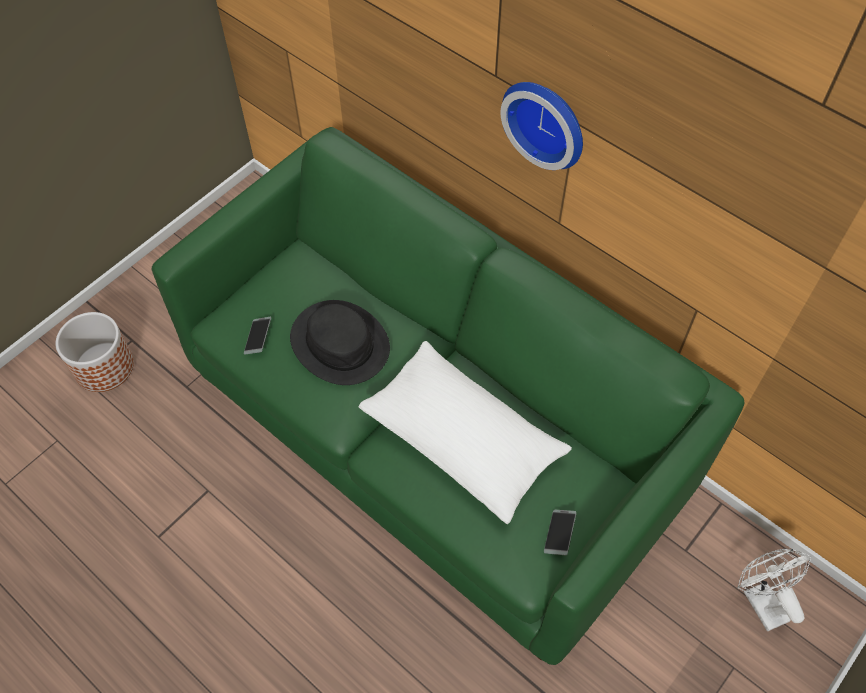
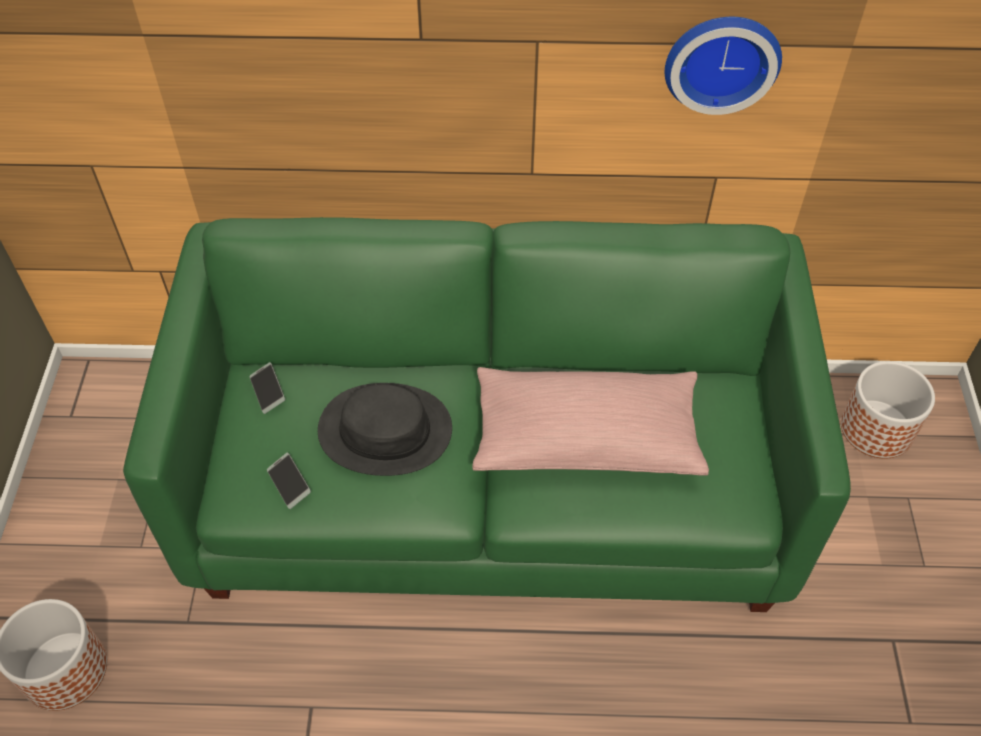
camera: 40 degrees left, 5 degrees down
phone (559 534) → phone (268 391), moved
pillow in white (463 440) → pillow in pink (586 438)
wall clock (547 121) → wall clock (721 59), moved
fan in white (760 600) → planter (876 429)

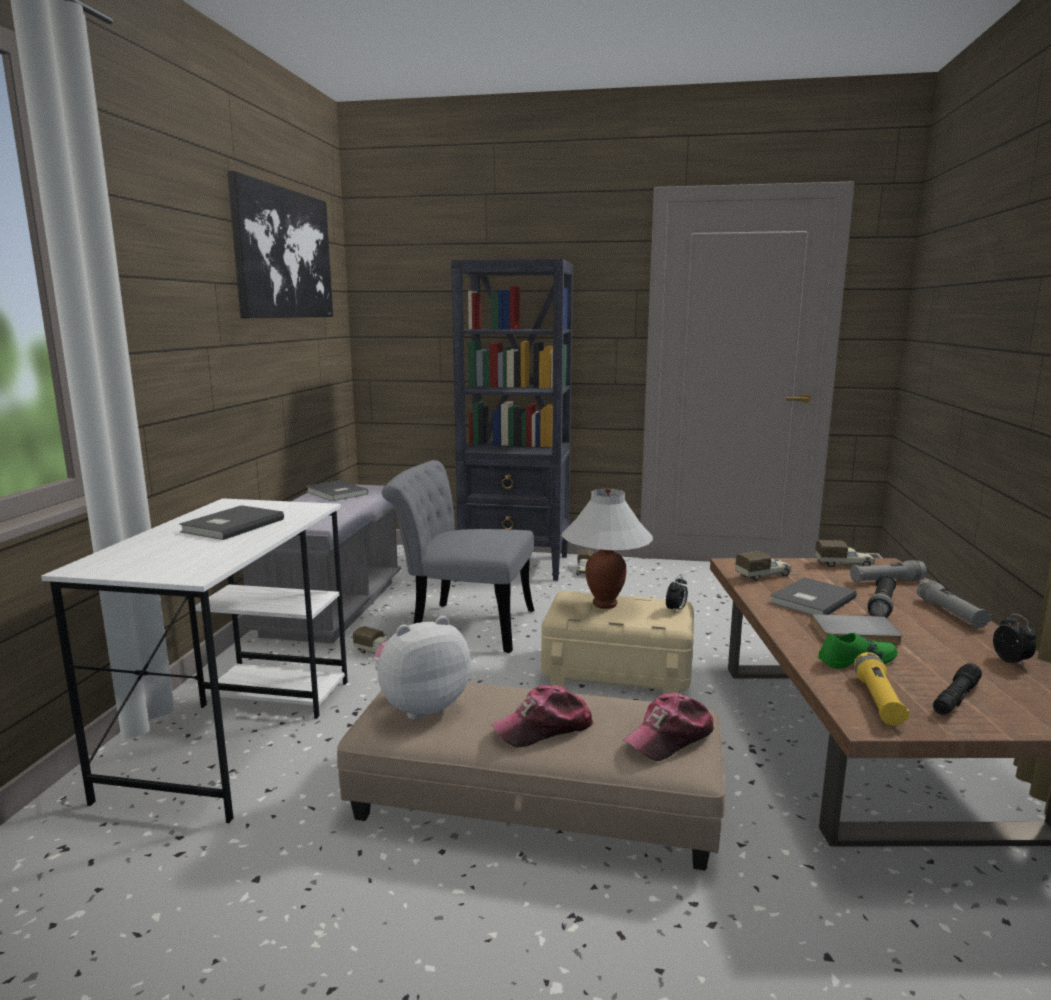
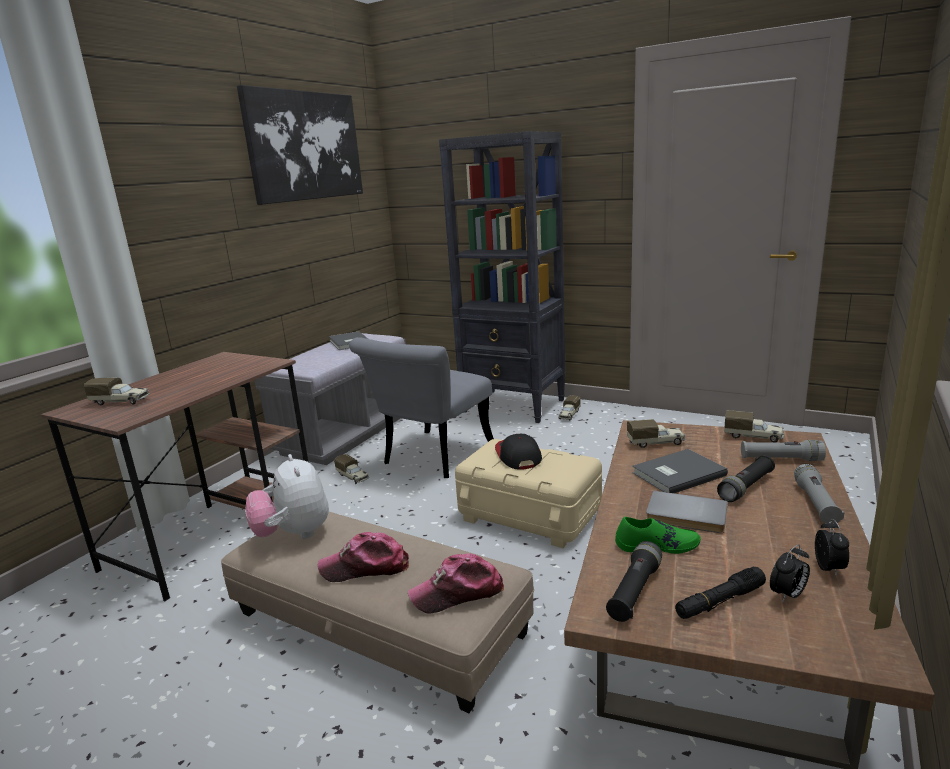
camera: 20 degrees right, 5 degrees up
desk in white (237 733) → desk in brown (215 531)
- → toy truck (121 401)
plush toy (421 706) → plush toy (294 534), 105 degrees counterclockwise
chair in grey (462 625) → chair in grey (432 458), 90 degrees counterclockwise
table lamp in white (605 604) → cap (517 455)
flashlight in yellow (878 700) → flashlight in black (634 591)
alarm clock (676 610) → alarm clock (787 595), moved
book in grey (230 525) → -

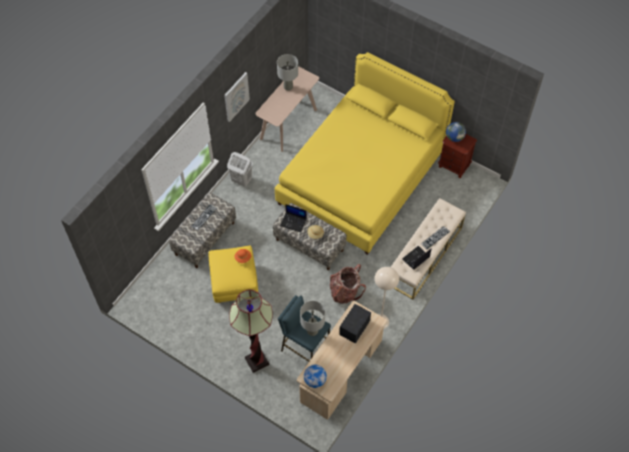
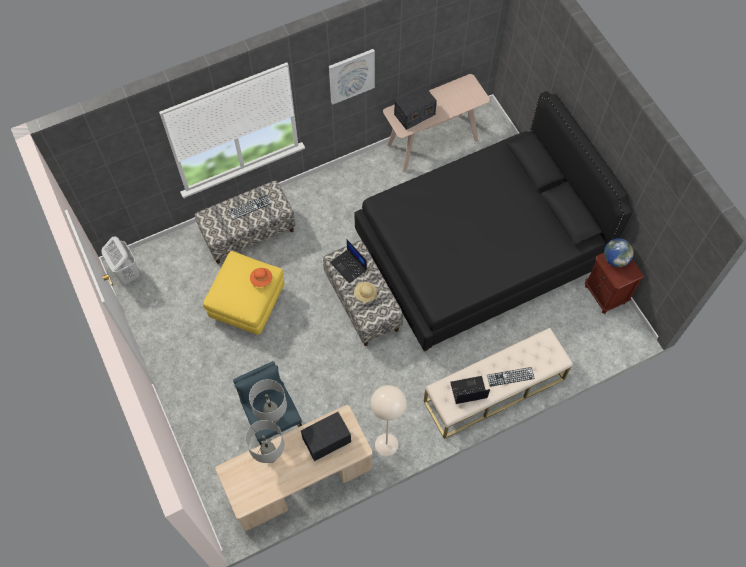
camera: 30 degrees right, 5 degrees up
laundry basket in white (241 180) → laundry basket in white (127 273), moved
table lamp in grey (288 87) → table lamp in grey (270 456), moved
bed in yellow (361 177) → bed in black (479 250)
- → radio (414 114)
floor lamp (257 361) → -
globe (315 380) → -
backpack (345 292) → -

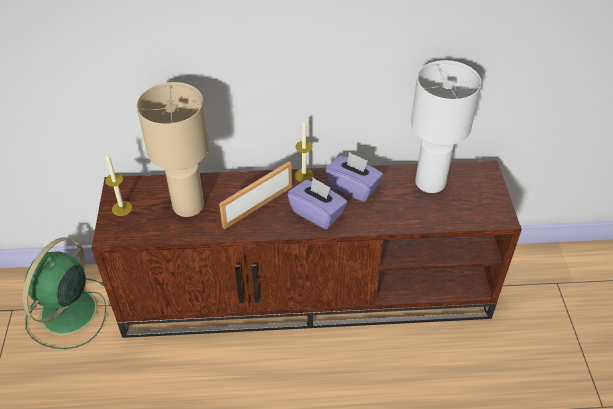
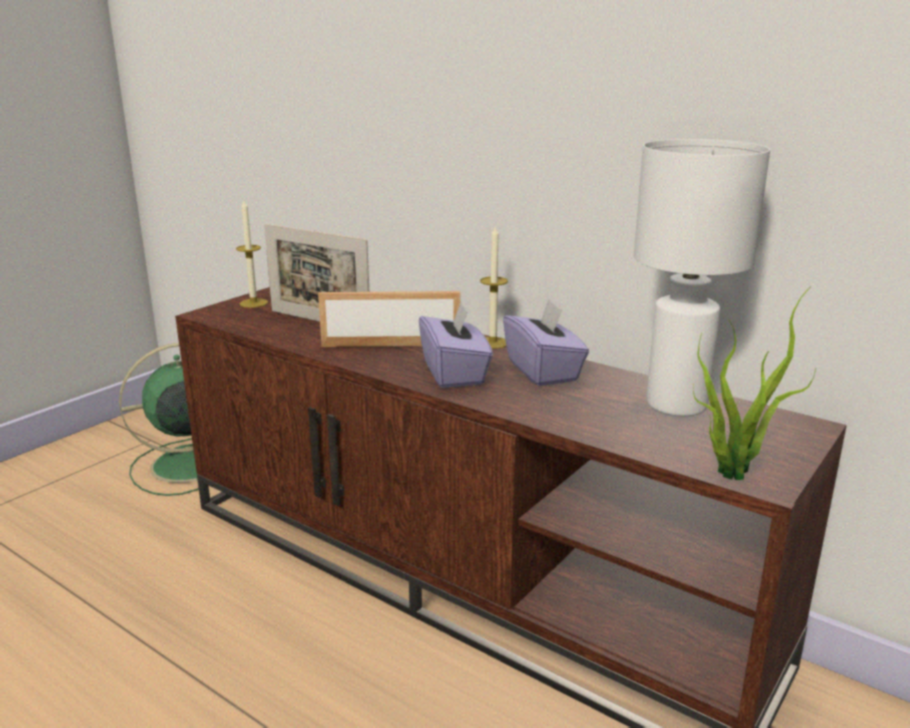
camera: 40 degrees right, 25 degrees down
table lamp in beige (189 205) → picture frame (319 321)
- → potted plant (731 469)

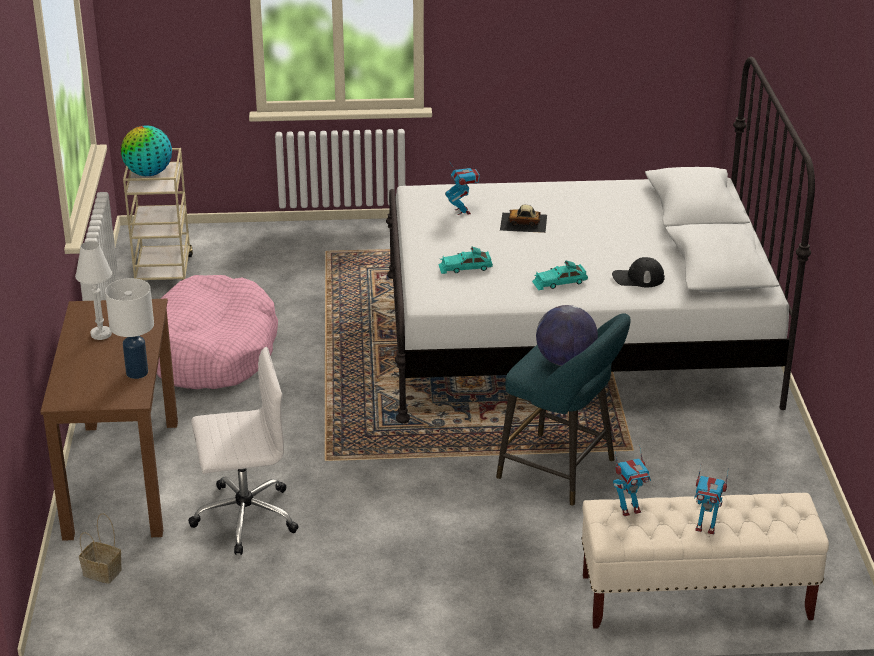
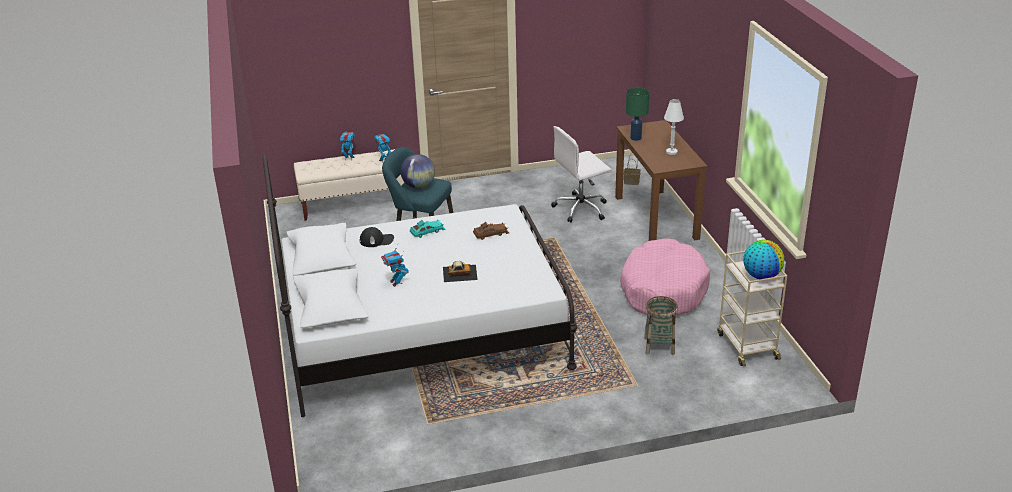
camera: 170 degrees right, 0 degrees up
toy robot (462 211) → toy robot (396 282), moved
toy car in turquoise (465 267) → toy car in brown (491 234)
table lamp in white (138 372) → table lamp in green (635 138)
- → basket (659 346)

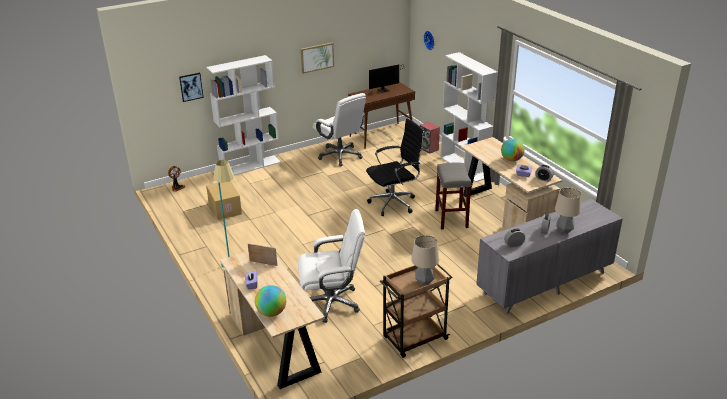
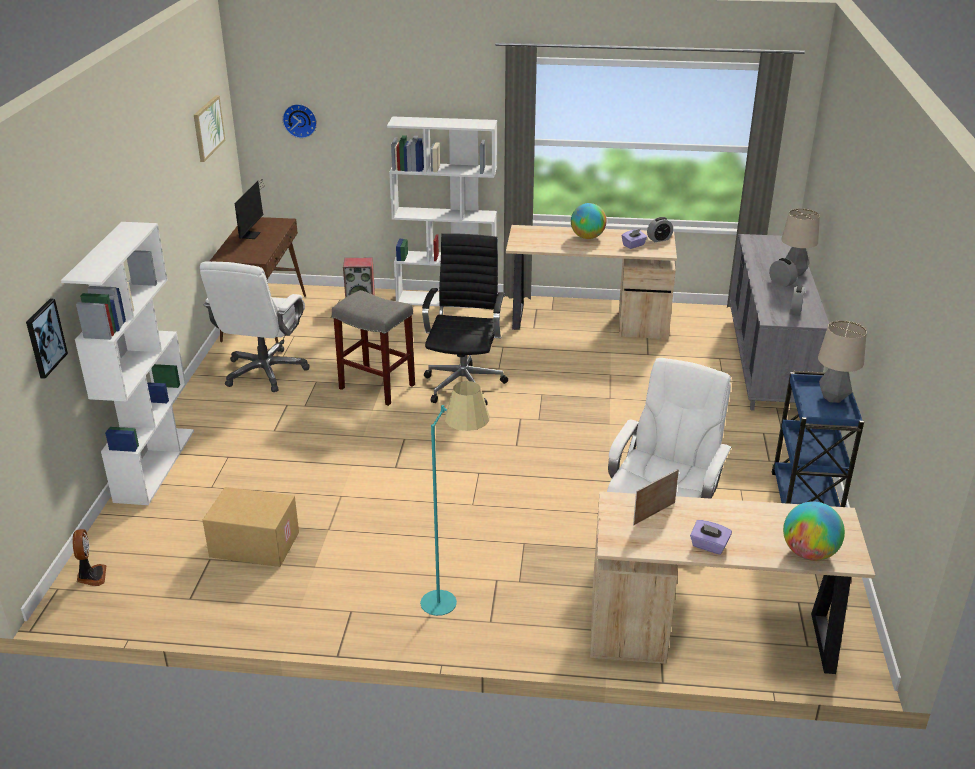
camera: 55 degrees left, 0 degrees up
picture (317 57) → picture (208 128), moved
office chair in white (340 156) → office chair in white (265 372), 105 degrees clockwise
stool in grey (451 218) → stool in grey (376 386), moved
cart in brown (414 339) → cart in blue (805 501)

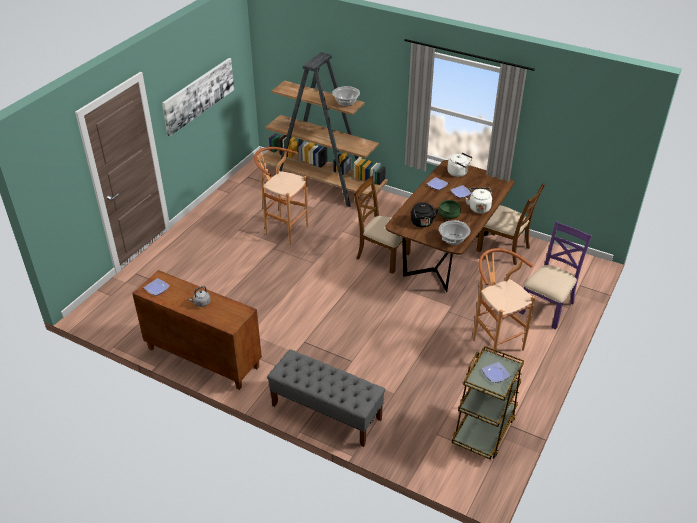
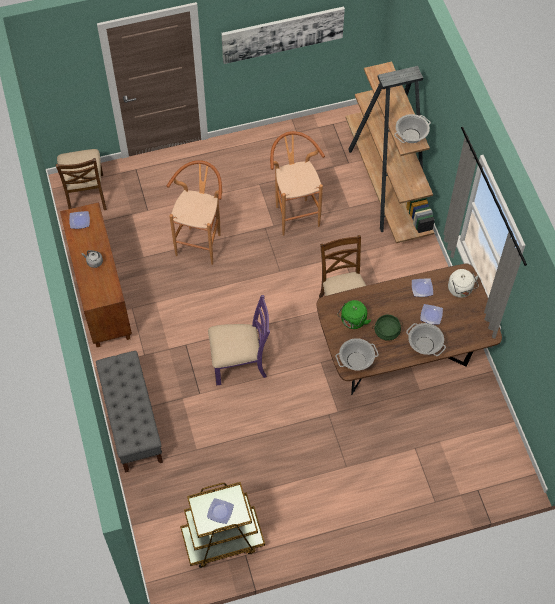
camera: 45 degrees right, 20 degrees up
chair in brown (504 249) → chair in brown (85 194), moved
stool in brown (494 342) → stool in brown (201 241), moved
chair in purple (548 307) → chair in purple (239 362), moved
kettle in black (422 223) → kettle in green (353 321)
kettle in white (479 207) → cooking pot (425 345)

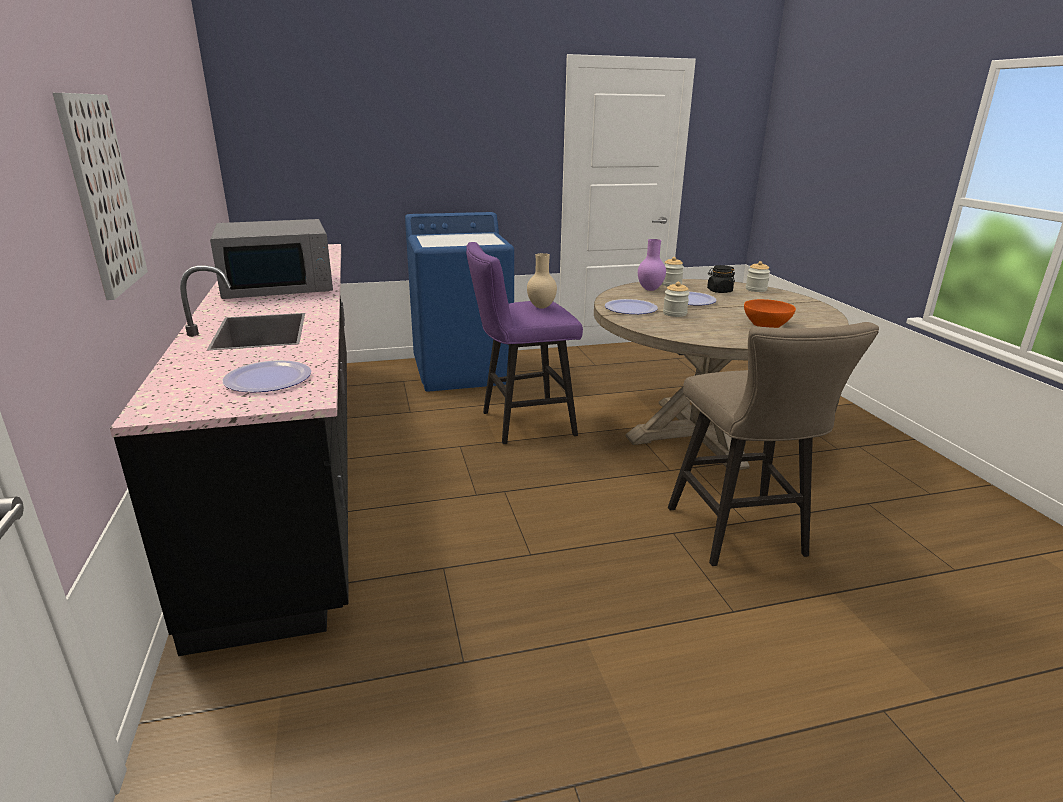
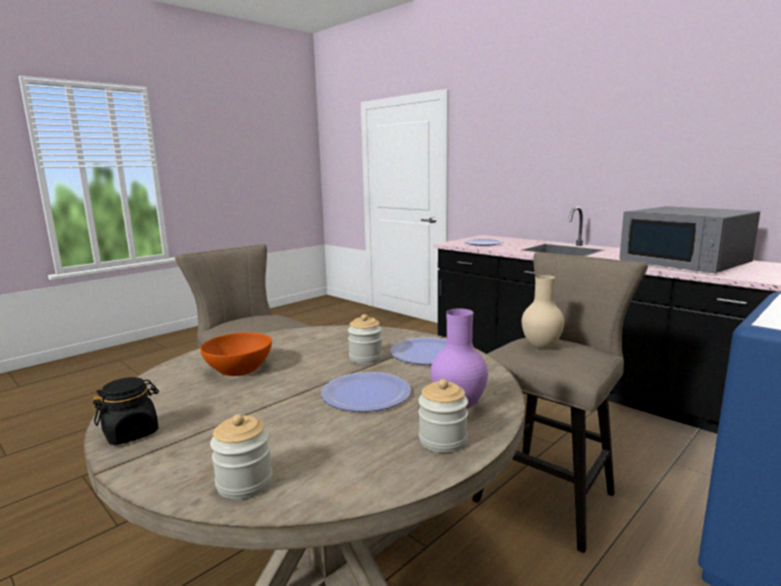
camera: 150 degrees right, 10 degrees down
jar in black (719 291) → jar in black (131 433), moved
stool in purple (521 424) → stool in beige (551 494)
microwave in grey (279 285) → microwave in grey (685 263), 75 degrees counterclockwise
picture (102 194) → -

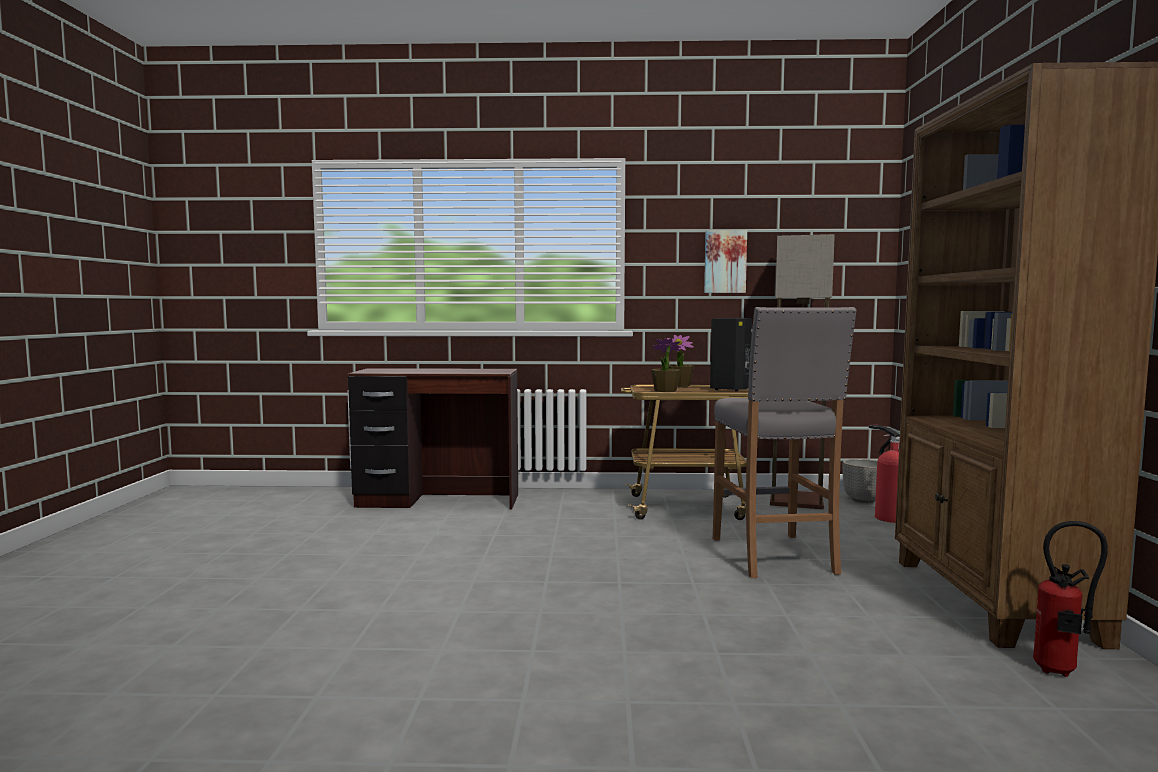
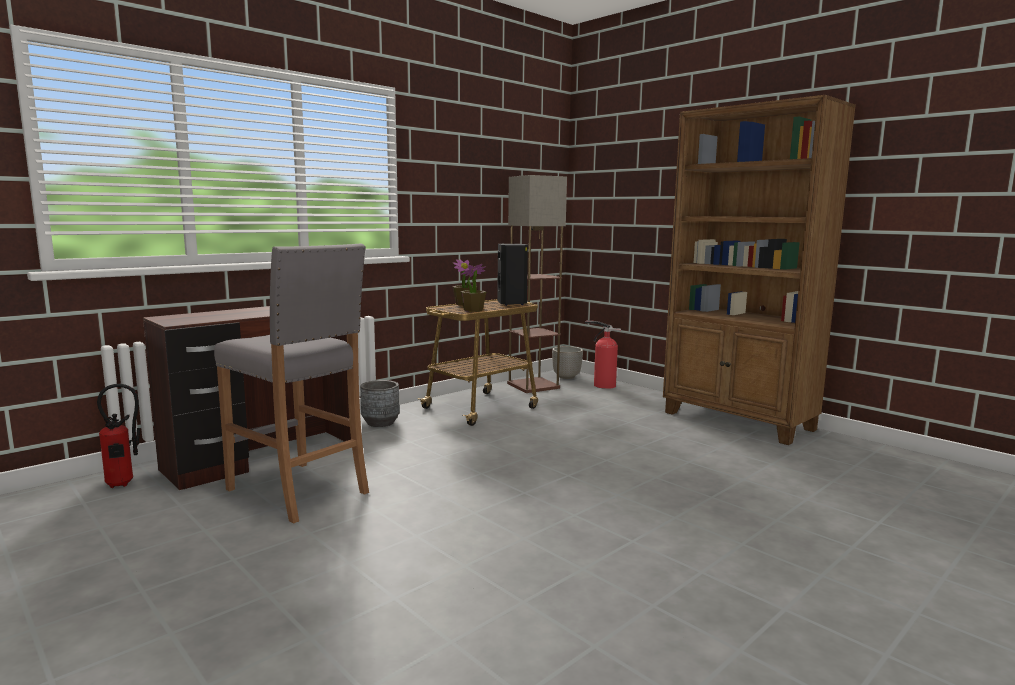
camera: 45 degrees left, 5 degrees up
fire extinguisher (1062 672) → fire extinguisher (124 484), moved
stool in grey (773 556) → stool in grey (298 491), moved
- → planter in grey (380 423)
picture (725 262) → -

